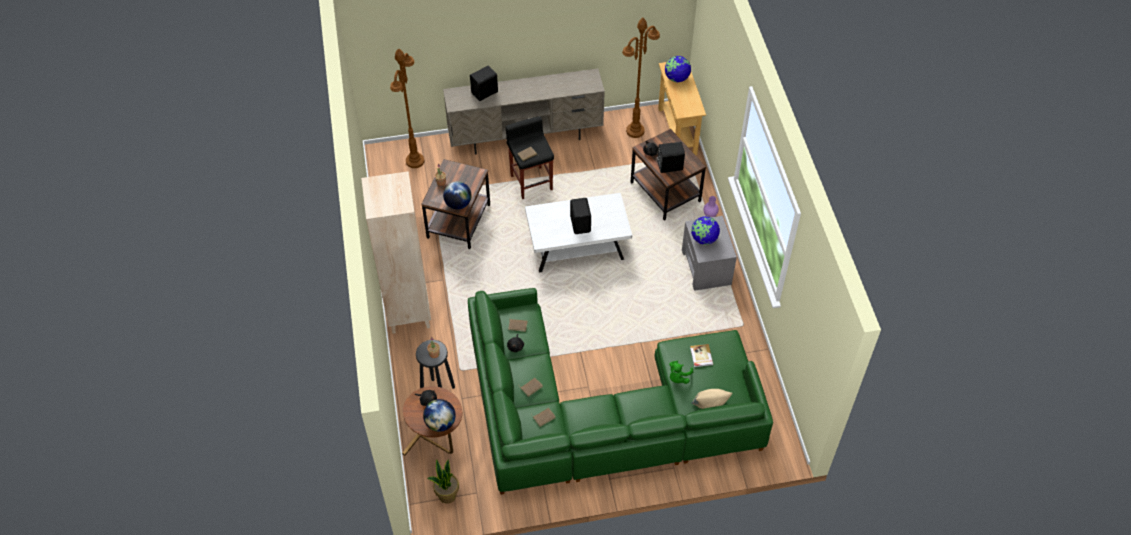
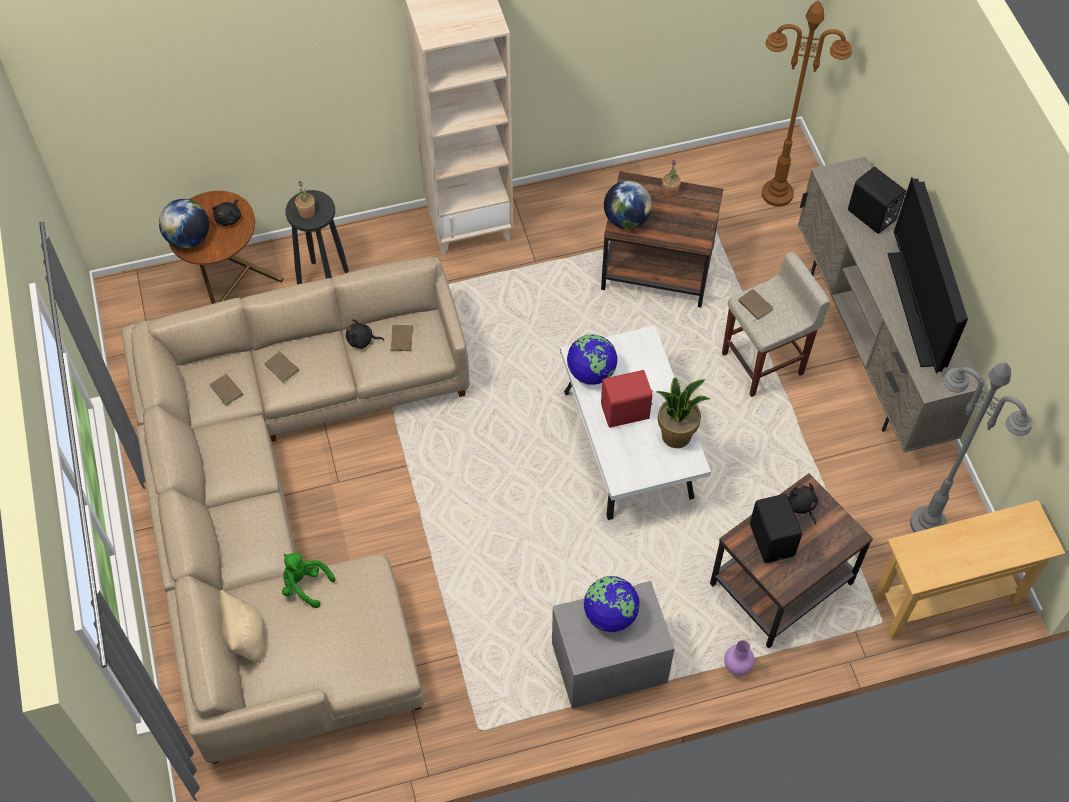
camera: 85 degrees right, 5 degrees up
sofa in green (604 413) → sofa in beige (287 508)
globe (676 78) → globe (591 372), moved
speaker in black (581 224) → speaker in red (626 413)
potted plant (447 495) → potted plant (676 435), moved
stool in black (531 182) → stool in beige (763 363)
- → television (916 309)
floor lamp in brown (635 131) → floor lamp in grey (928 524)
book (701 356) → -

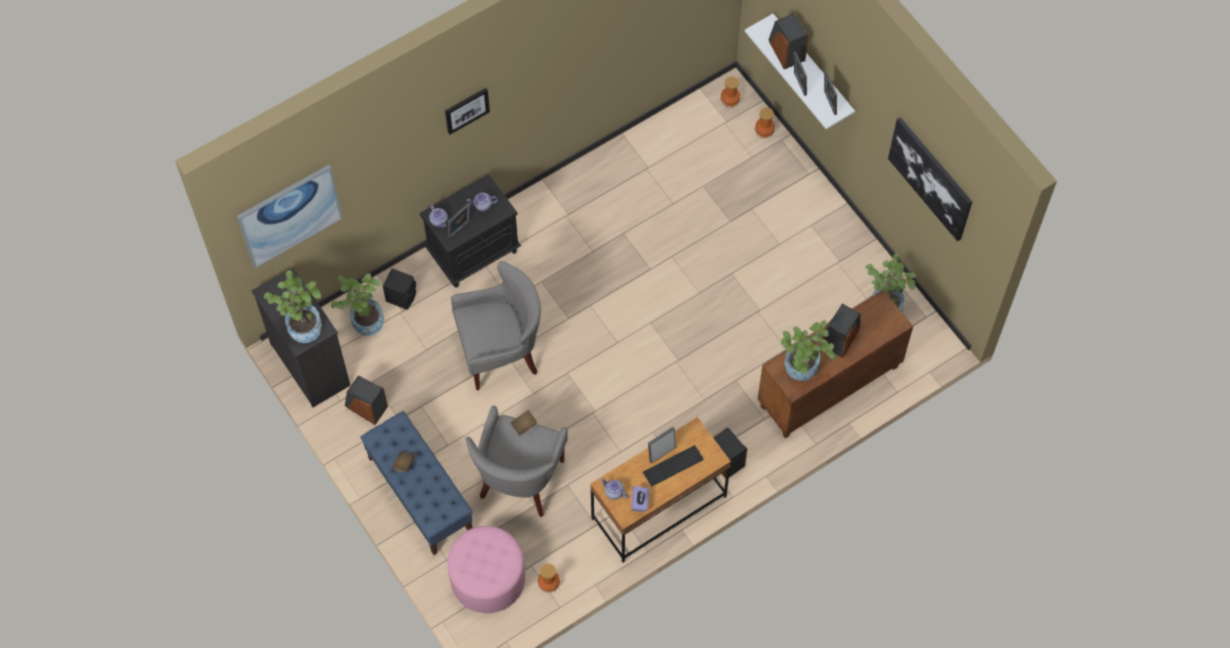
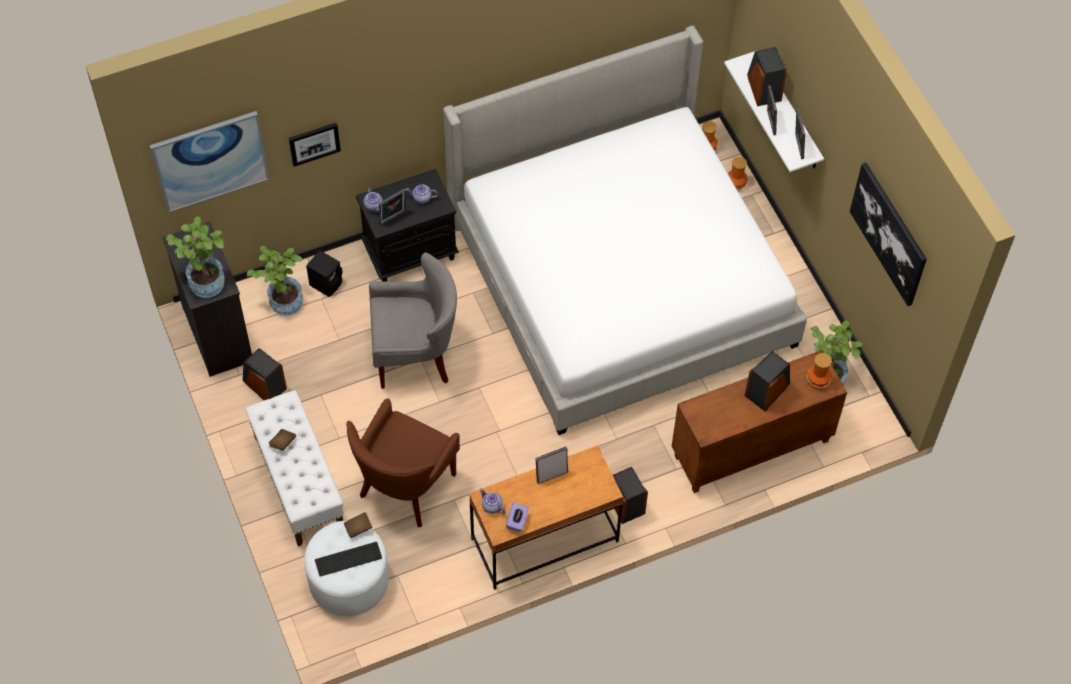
camera: 10 degrees right, 5 degrees down
bench in blue (420 494) → bench in white (298 482)
picture (466 110) → picture (314 143), moved
ottoman in pink (488 578) → ottoman in white (349 580)
keyboard (673 467) → keyboard (348 560), moved
book in brown (524 425) → book in brown (358 528), moved
armchair in grey (520 481) → armchair in brown (405 487)
- → bed (621 280)
vase (548 583) → vase (817 380), moved
potted plant (802 371) → -

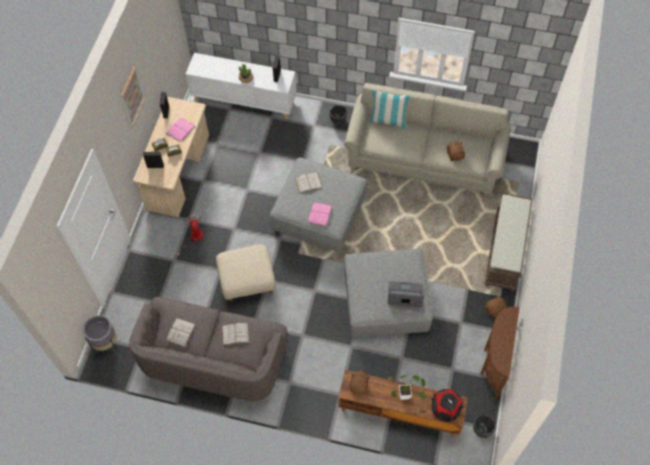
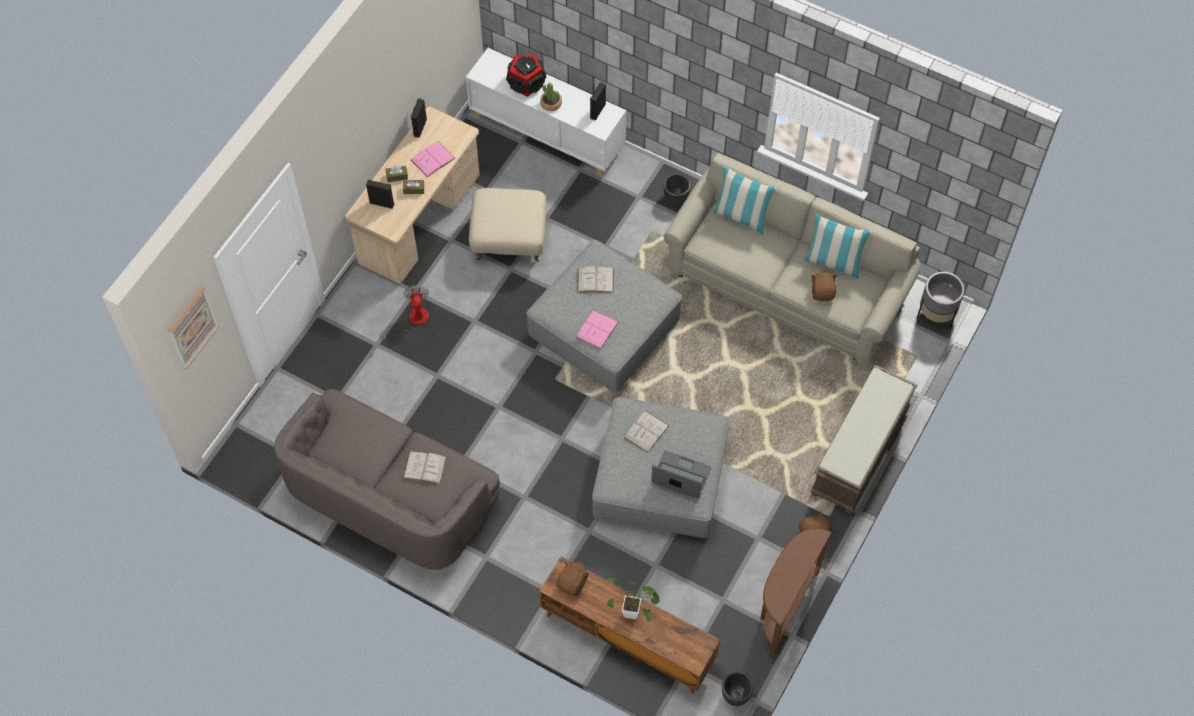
camera: 15 degrees right, 0 degrees up
picture (132 96) → picture (192 327), moved
ottoman in beige (248 282) → ottoman in beige (509 240), moved
speaker (445 408) → speaker (526 83), moved
book in white (180 332) → book in white (646 431), moved
- → pillow (834 262)
planter in grey (105 342) → planter in grey (936 314), moved

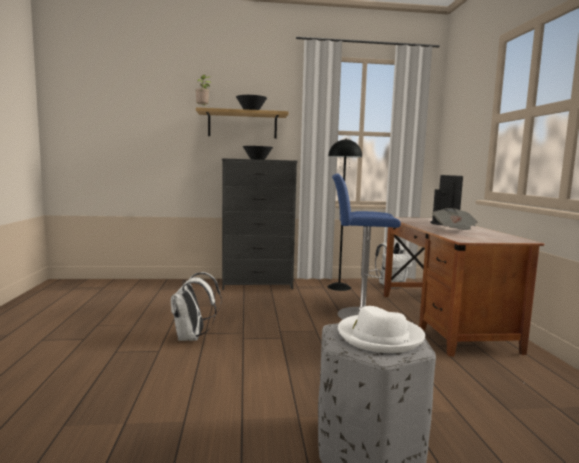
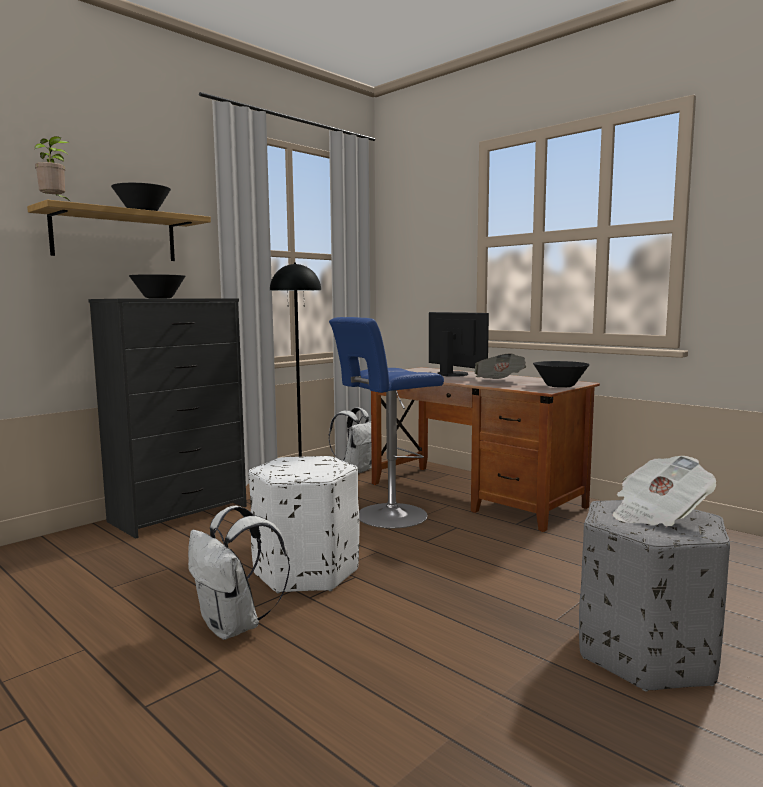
camera: 40 degrees left, 0 degrees up
- → ottoman in white (306 572)
- → bowl in black (560 386)
hat in white (379 336) → newspaper (657 515)

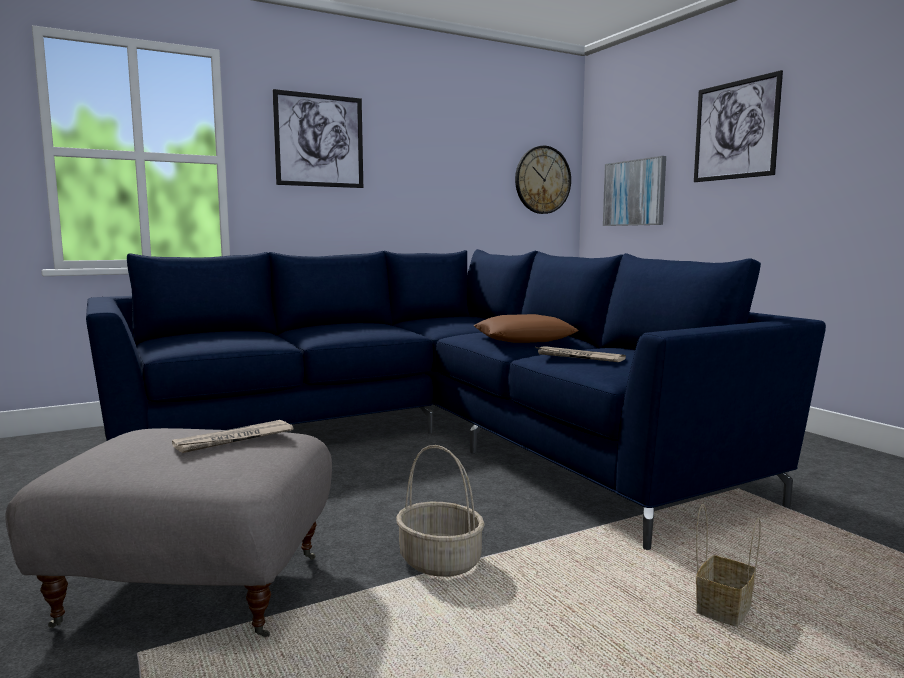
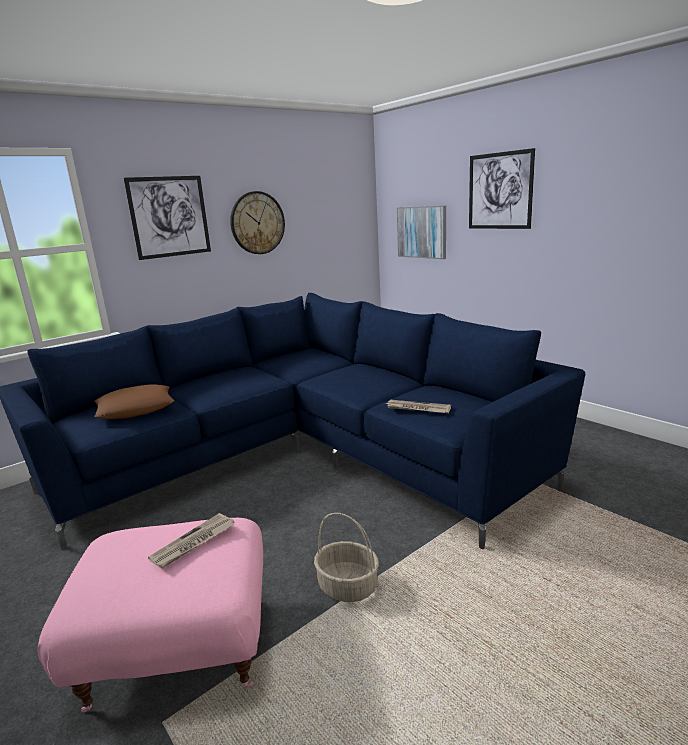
camera: 10 degrees left, 10 degrees up
ottoman in grey (197 587) → ottoman in pink (180 647)
pillow in brown (524 338) → pillow in brown (136 409), moved
wall clock (542 180) → wall clock (257 223), moved
basket (723 608) → -

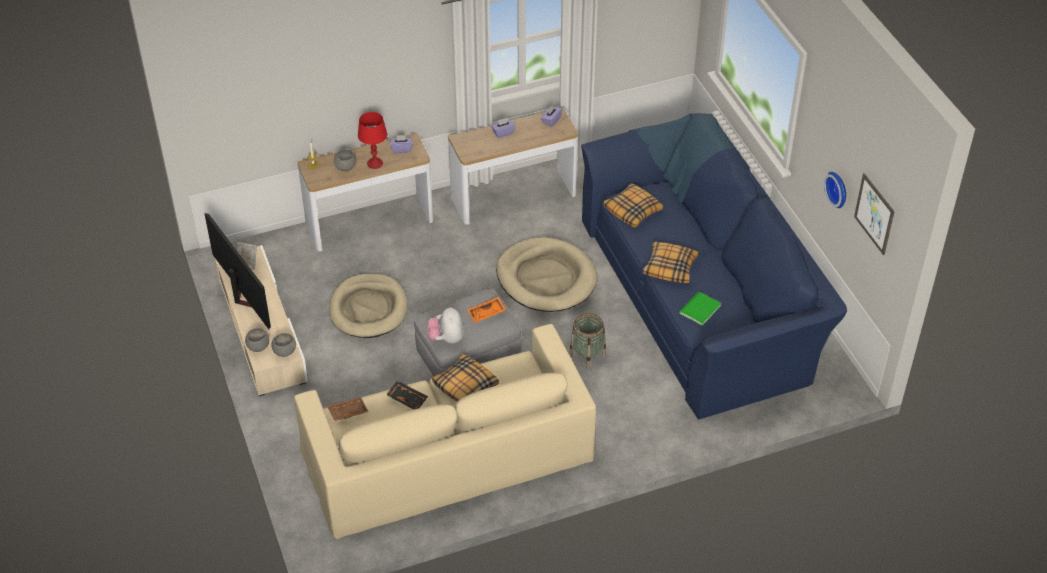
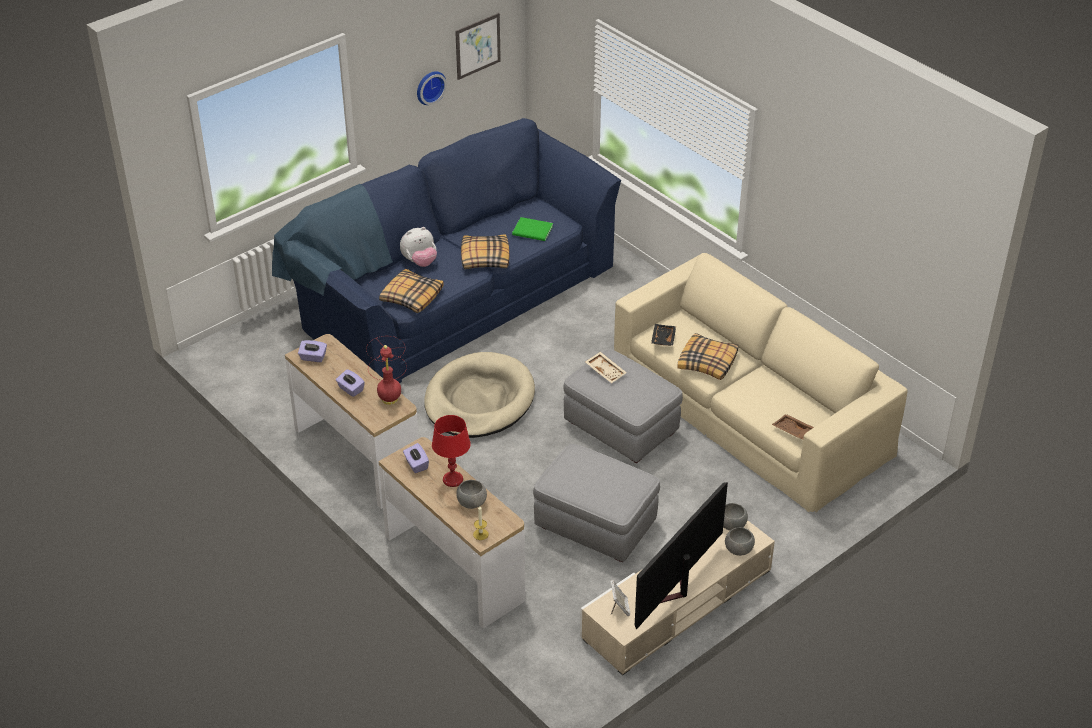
camera: 110 degrees left, 5 degrees down
- → table lamp in red (390 399)
plush toy (446 339) → plush toy (420 262), moved
dog bed in beige (368 309) → ottoman in grey (595 524)
tray in orange (486 313) → tray in beige (606 371)
tray in black (407 398) → tray in black (662 339), moved
basket (587 355) → -

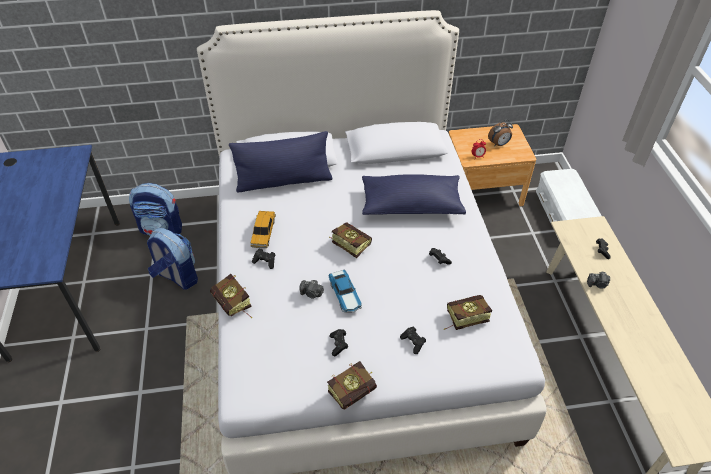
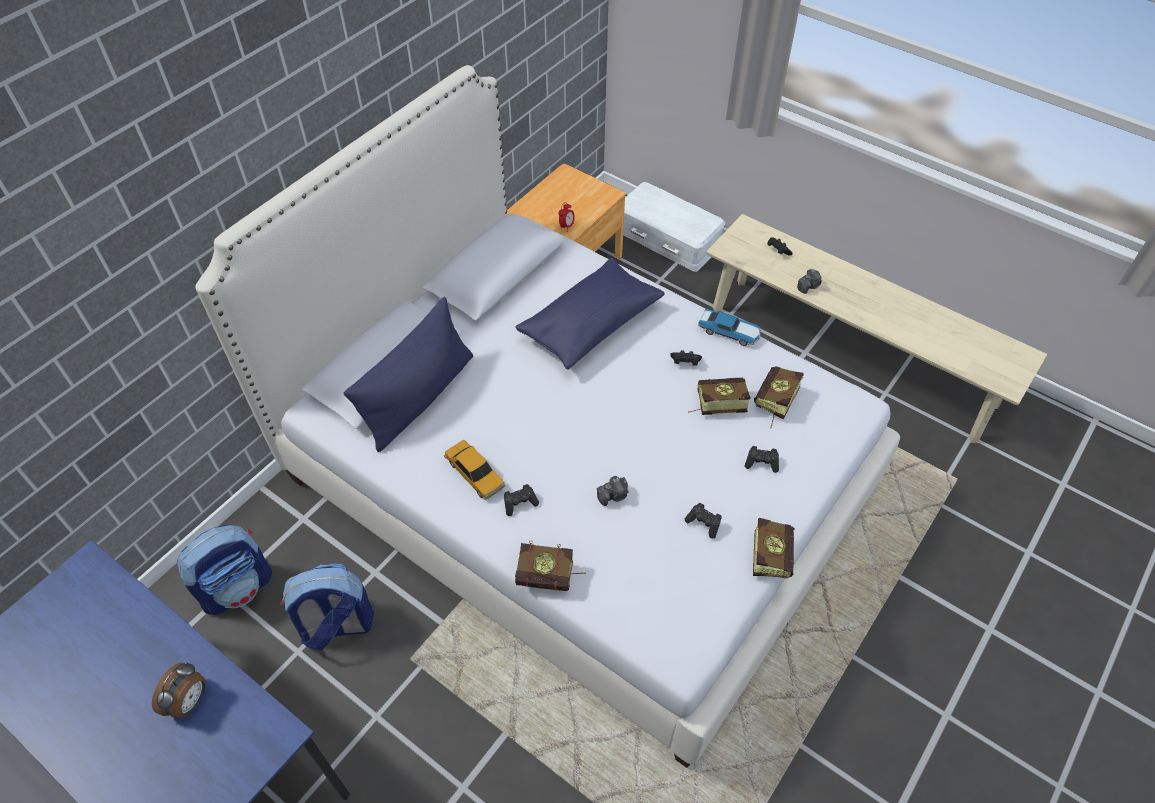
camera: 45 degrees left, 5 degrees up
alarm clock (499 144) → alarm clock (190 702), moved
book (348 244) → book (715 404), moved
toy car (345 295) → toy car (729 332), moved

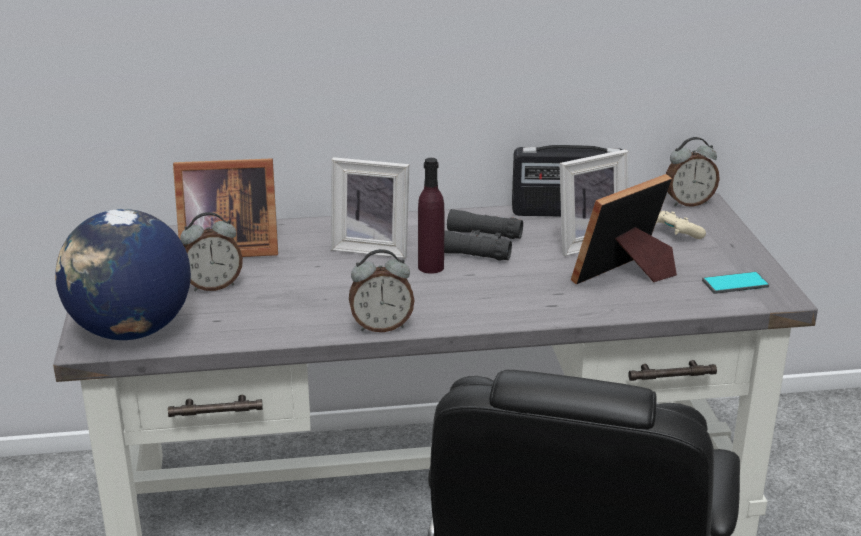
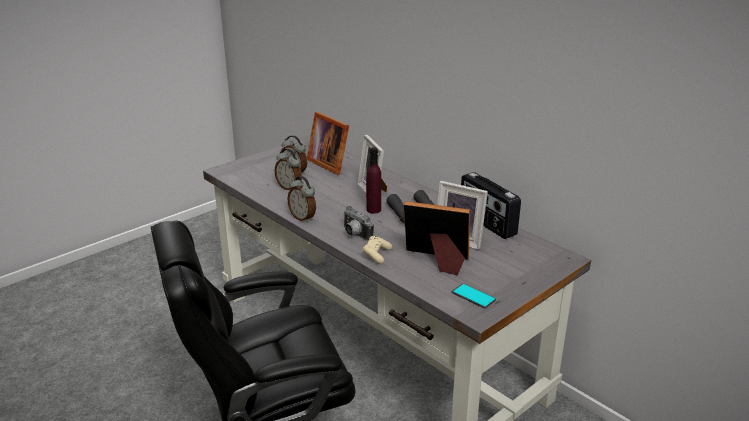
camera: 55 degrees right, 0 degrees up
alarm clock (688 203) → alarm clock (289 187), moved
- → photo camera (354 234)
game controller in beige (676 234) → game controller in beige (376 255), moved
globe (130 331) → -

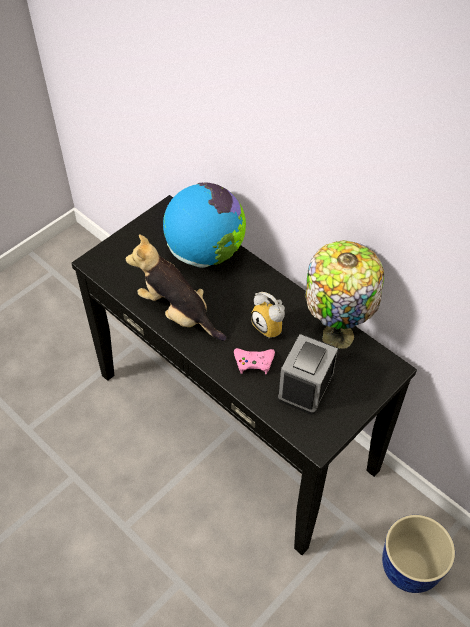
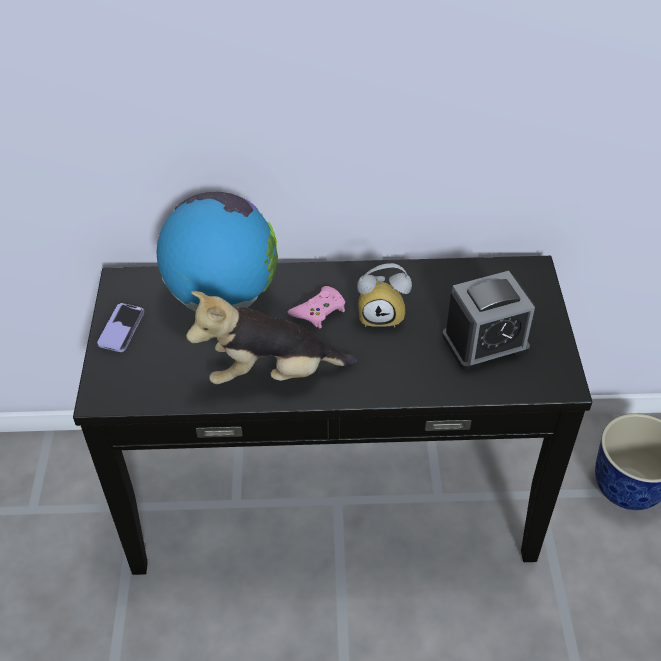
camera: 45 degrees left, 5 degrees down
- → phone (121 329)
game controller in pink (254 362) → game controller in pink (319 311), moved
alarm clock (305 386) → alarm clock (485 342), 90 degrees counterclockwise
table lamp (336 333) → -

